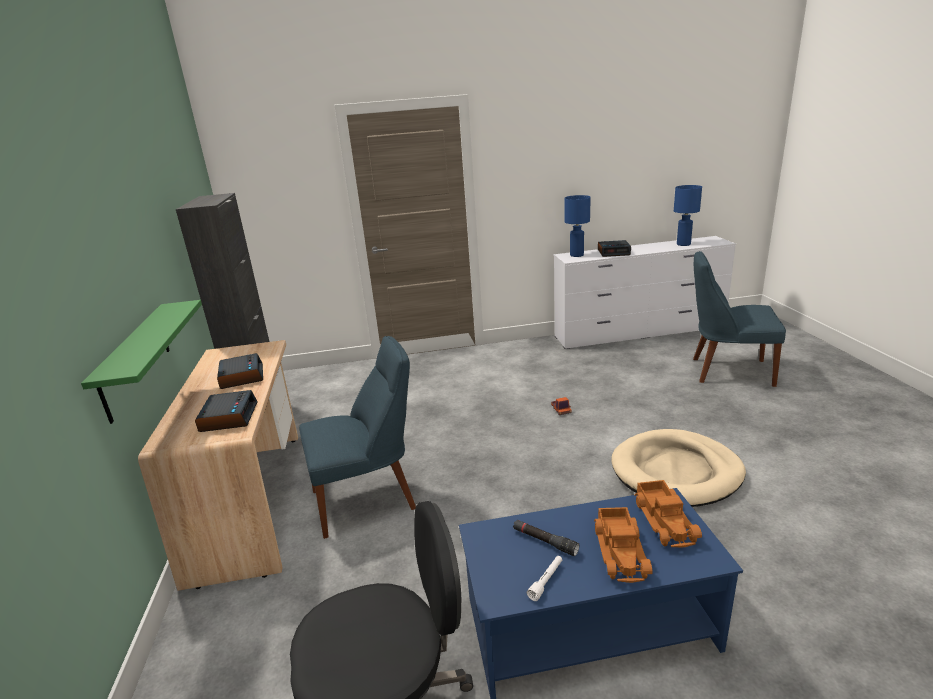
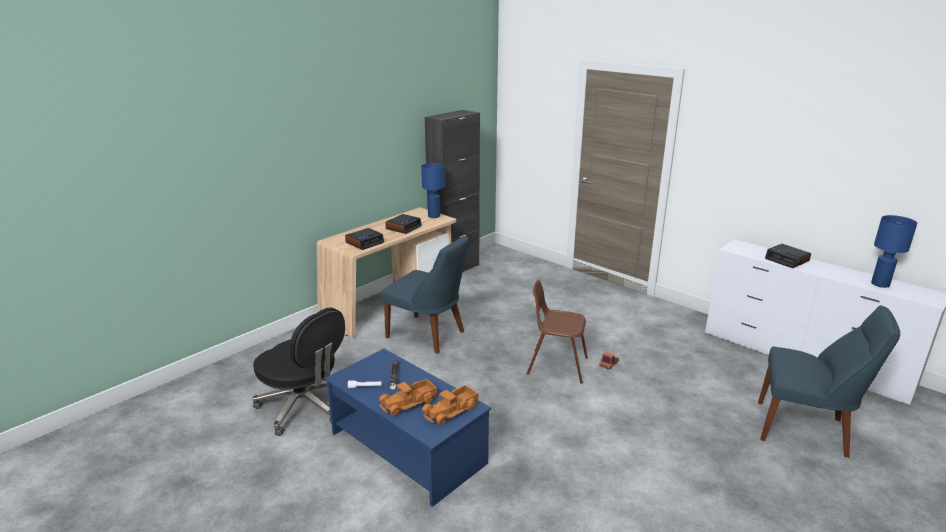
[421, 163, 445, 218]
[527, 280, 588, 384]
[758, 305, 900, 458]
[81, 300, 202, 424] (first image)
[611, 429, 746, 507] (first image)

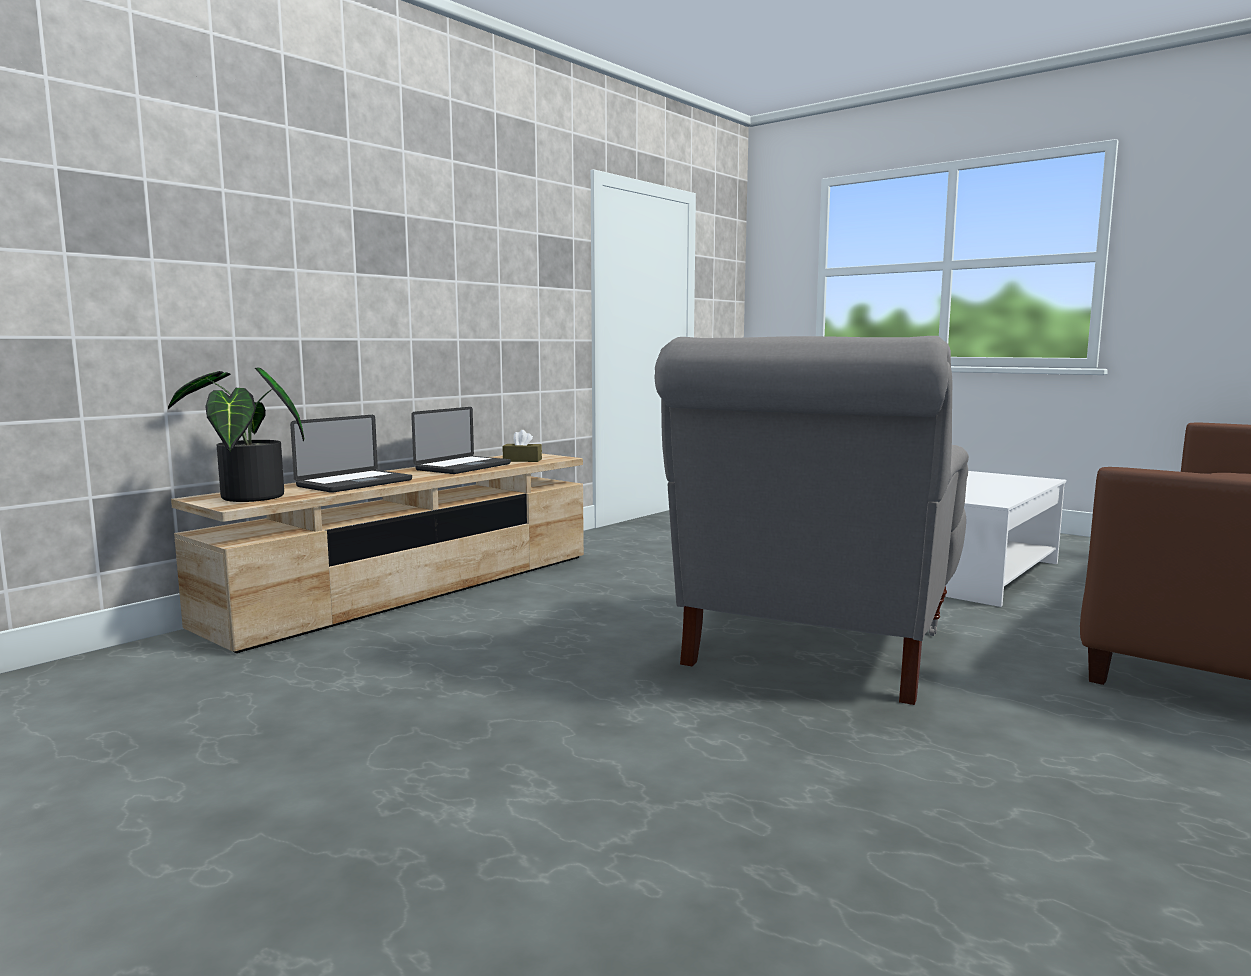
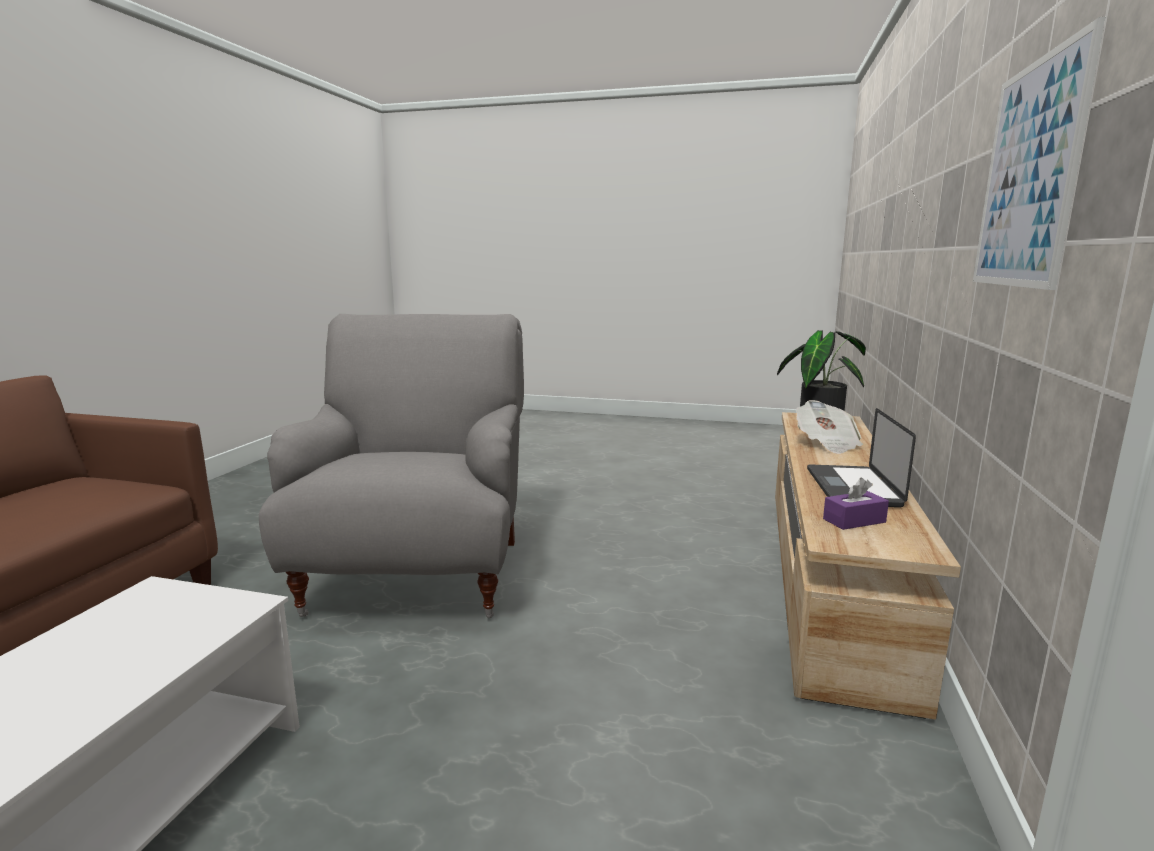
[796, 400, 863, 454]
[823, 478, 889, 530]
[973, 17, 1106, 290]

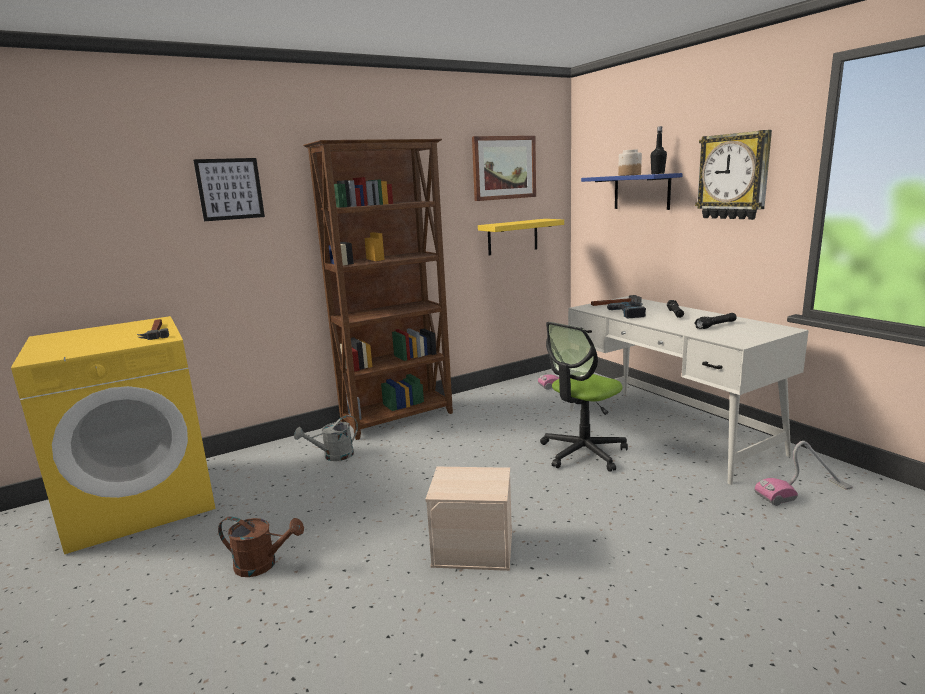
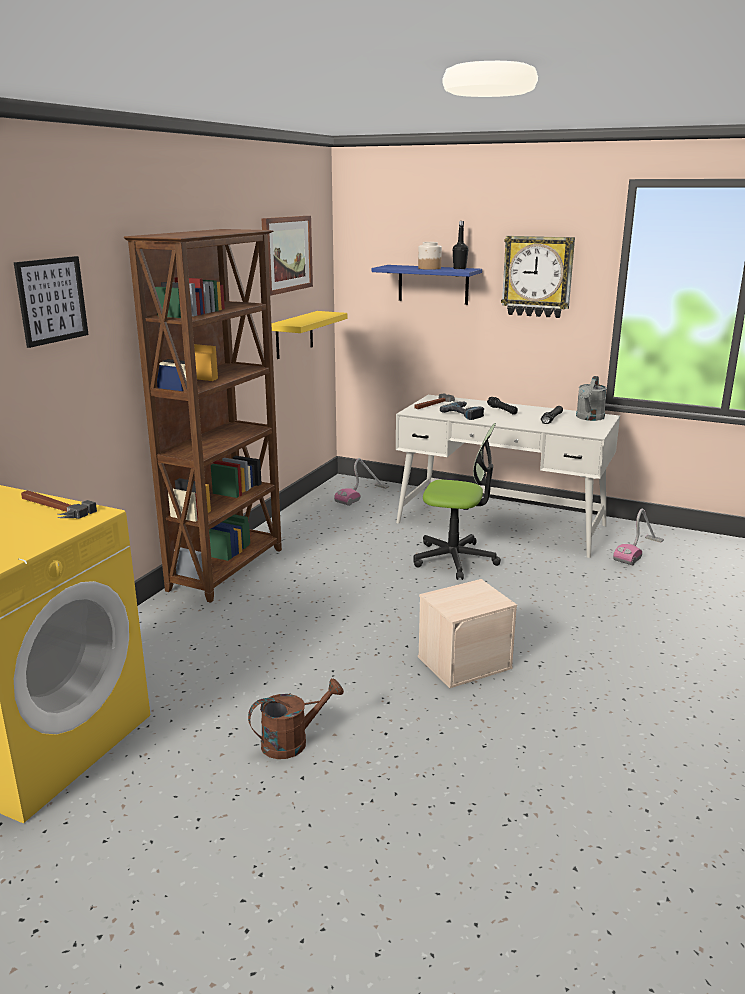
[413, 423, 501, 580]
[576, 376, 607, 421]

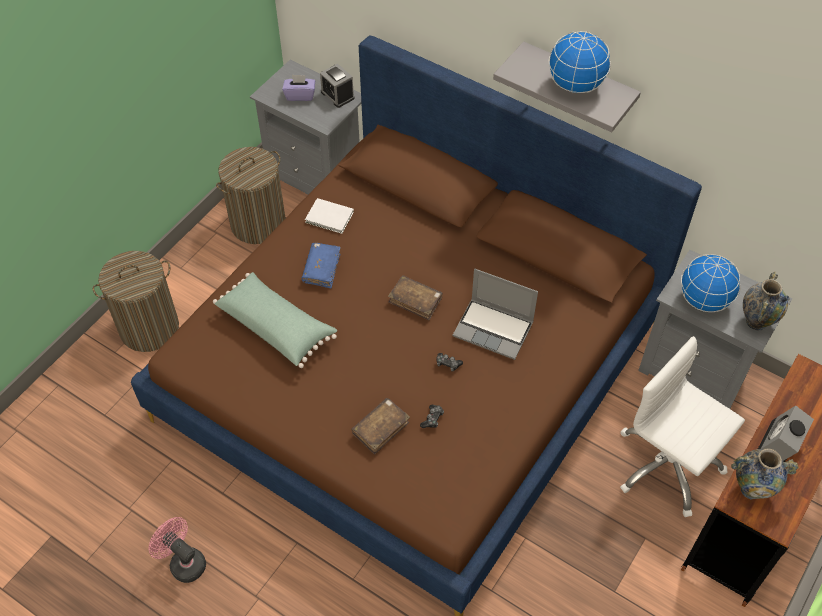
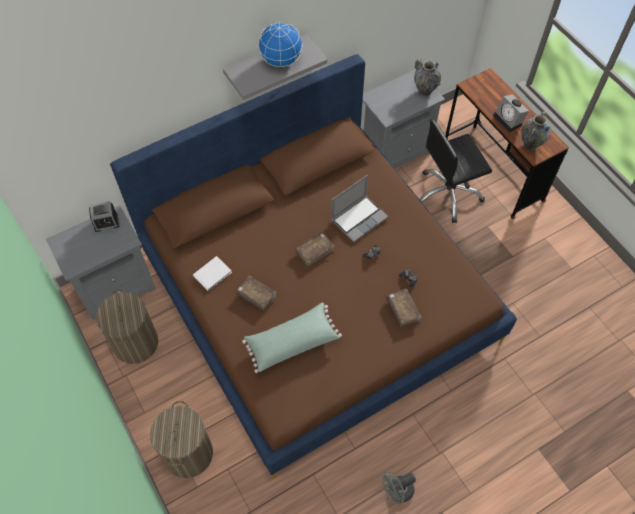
[236, 276, 277, 311]
[382, 470, 416, 504]
[420, 119, 492, 223]
[282, 75, 315, 101] (first image)
[681, 254, 741, 312] (first image)

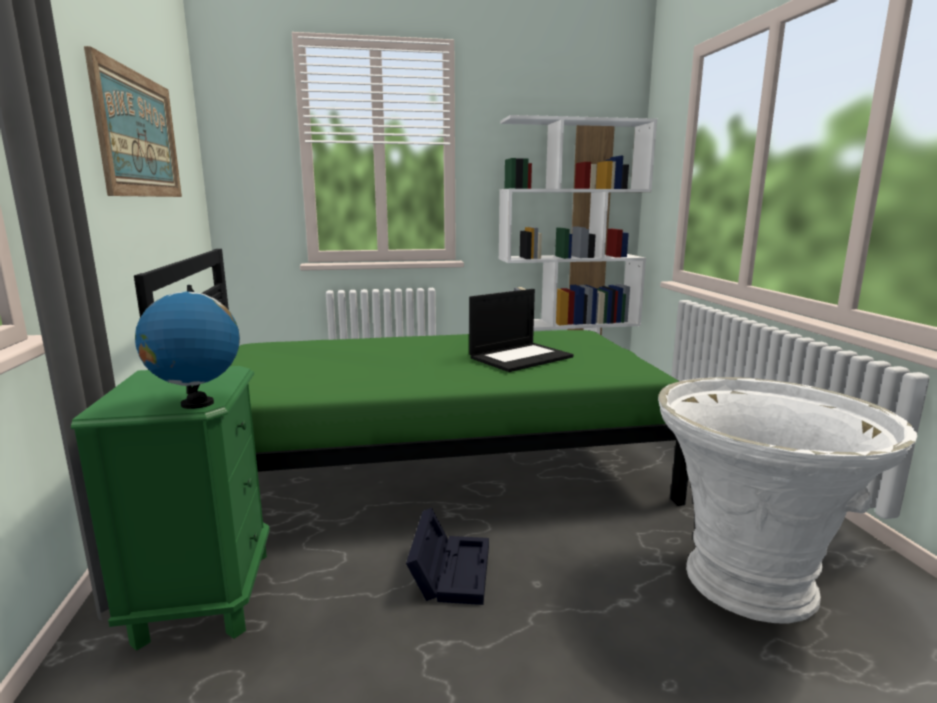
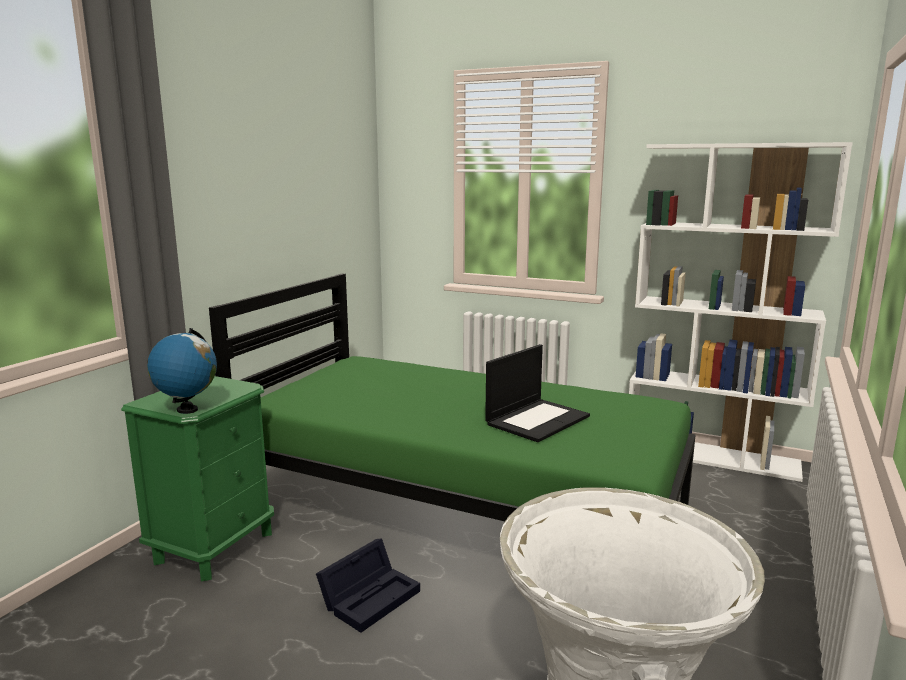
[485, 344, 590, 442]
[84, 46, 182, 197] (first image)

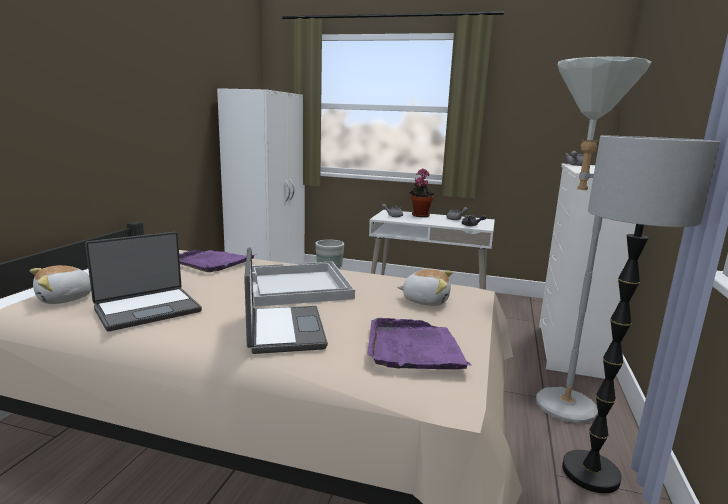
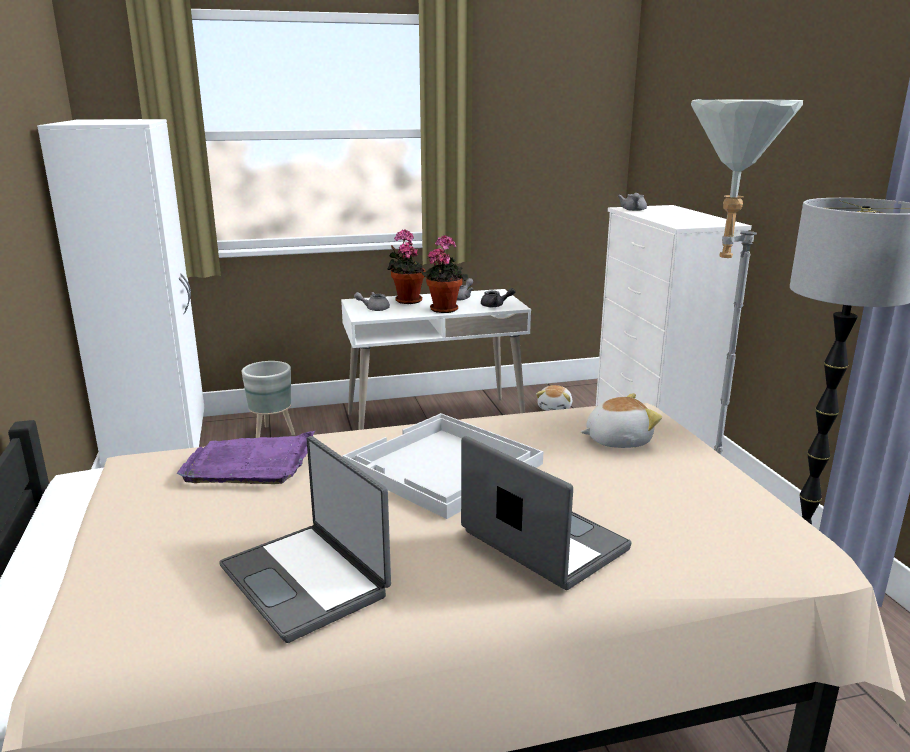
[220, 436, 391, 643]
[421, 235, 468, 313]
[536, 385, 572, 411]
[367, 318, 472, 370] (first image)

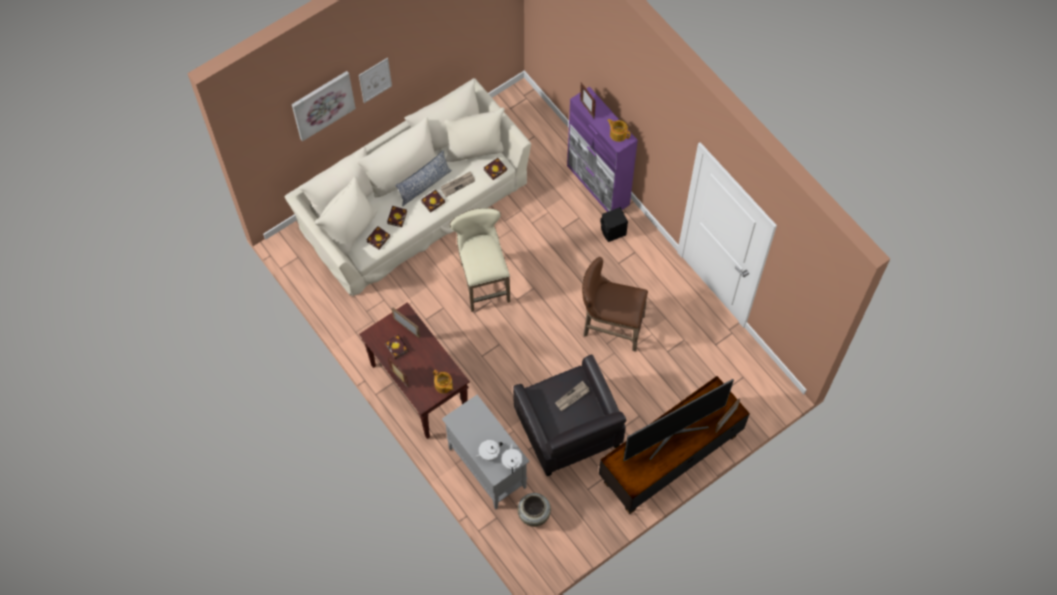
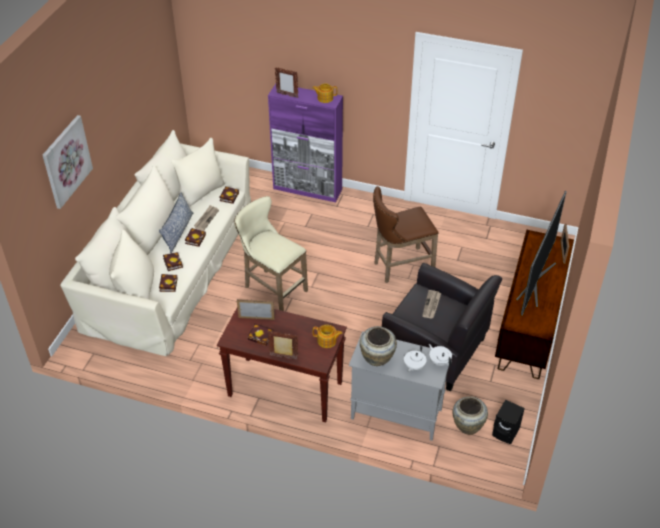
[360, 326, 397, 366]
[492, 400, 525, 444]
[359, 58, 392, 103] (first image)

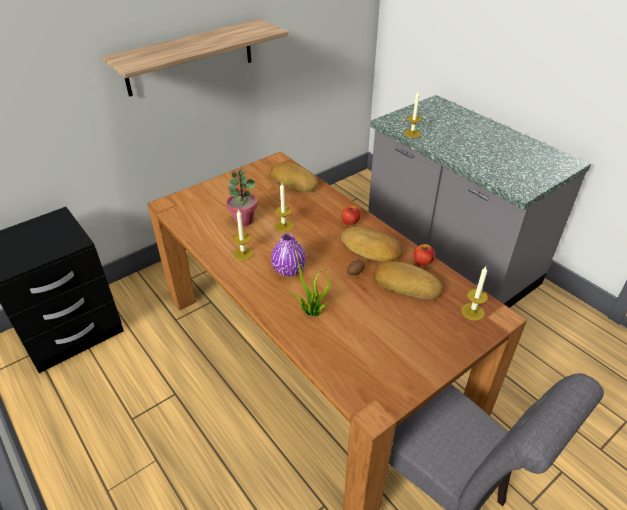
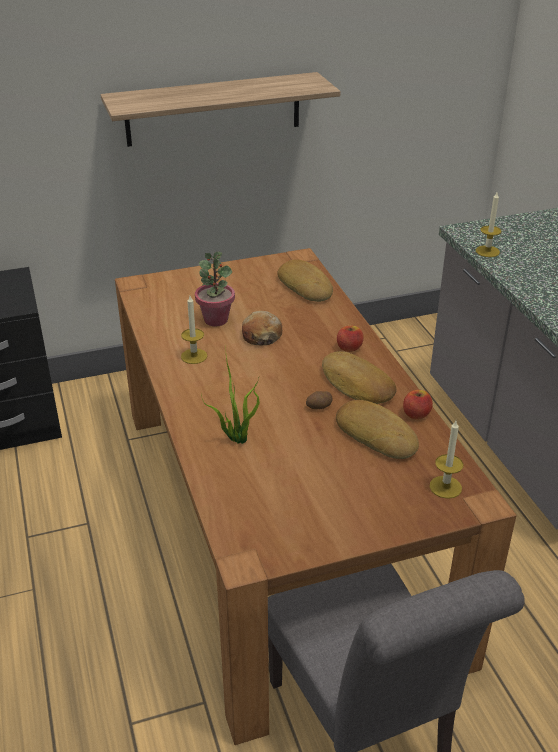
[242, 311, 282, 345]
[271, 233, 306, 276] (first image)

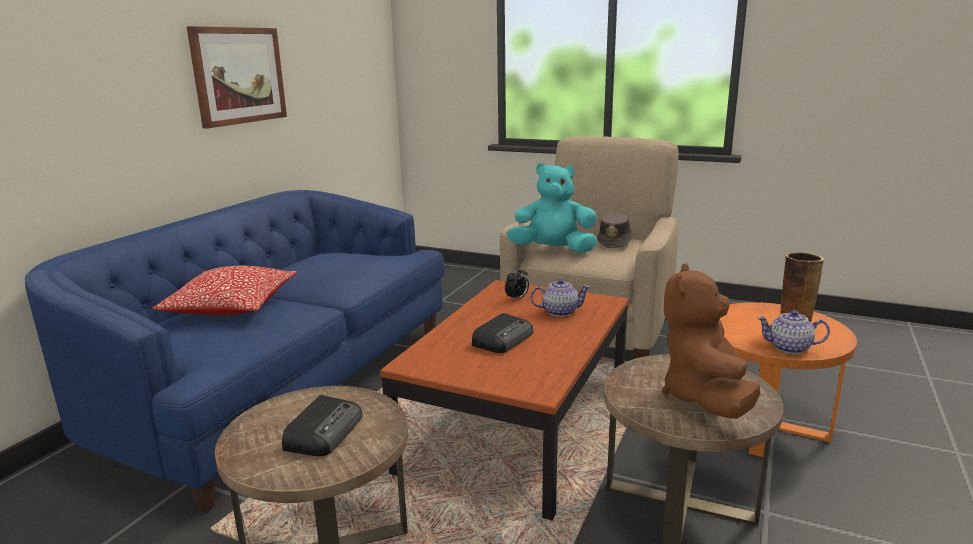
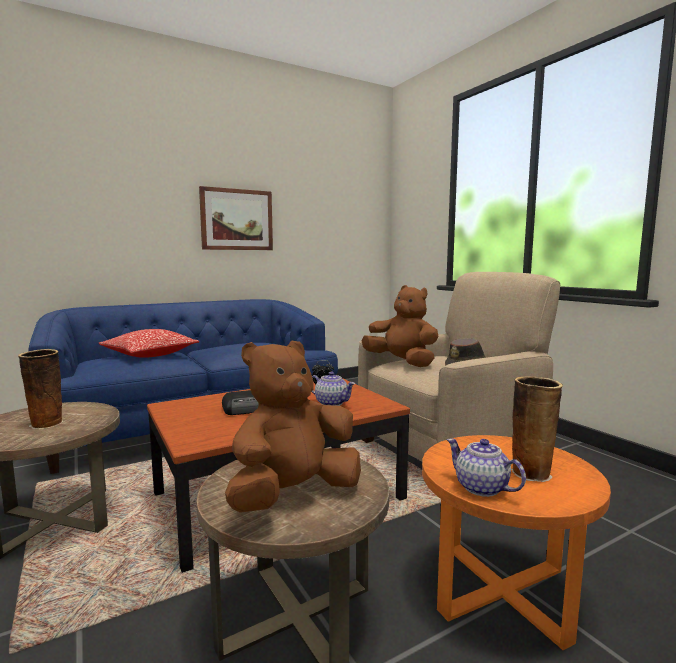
[18, 349, 63, 429]
[362, 285, 438, 367]

